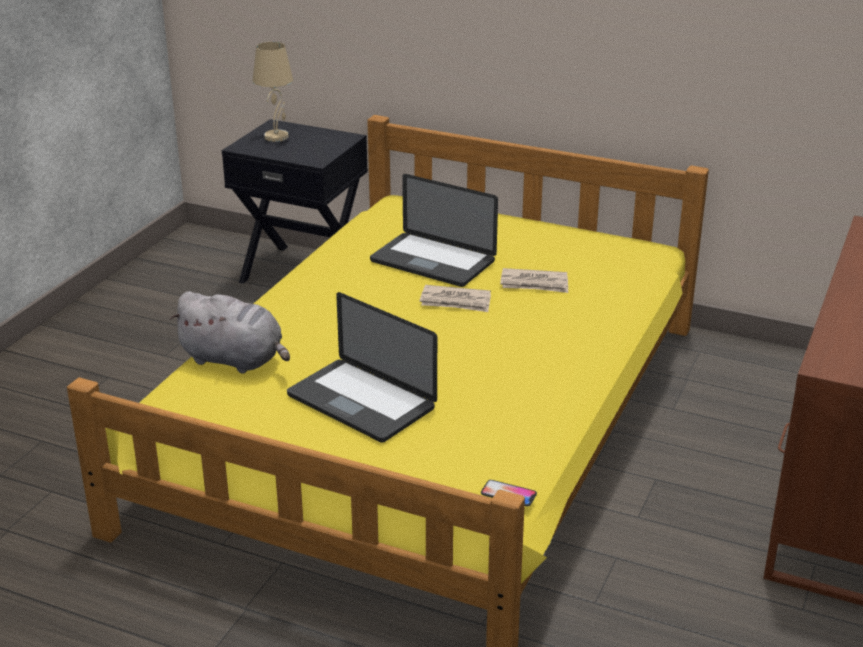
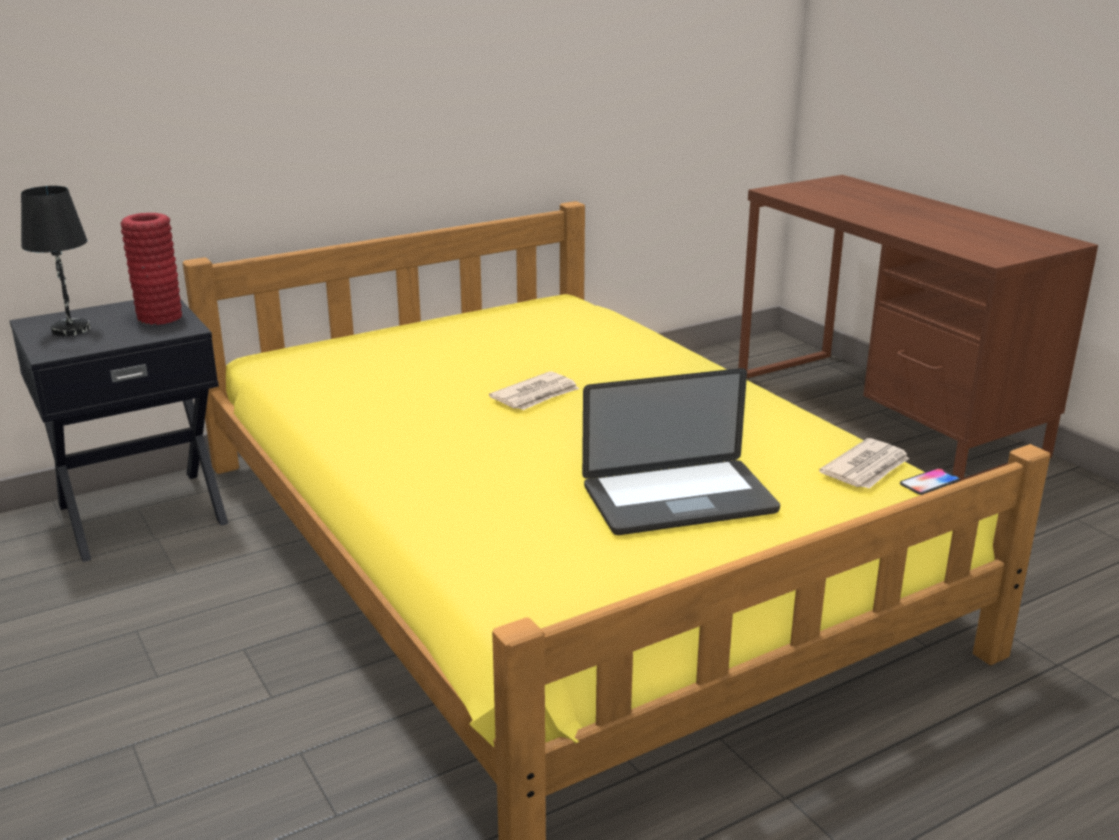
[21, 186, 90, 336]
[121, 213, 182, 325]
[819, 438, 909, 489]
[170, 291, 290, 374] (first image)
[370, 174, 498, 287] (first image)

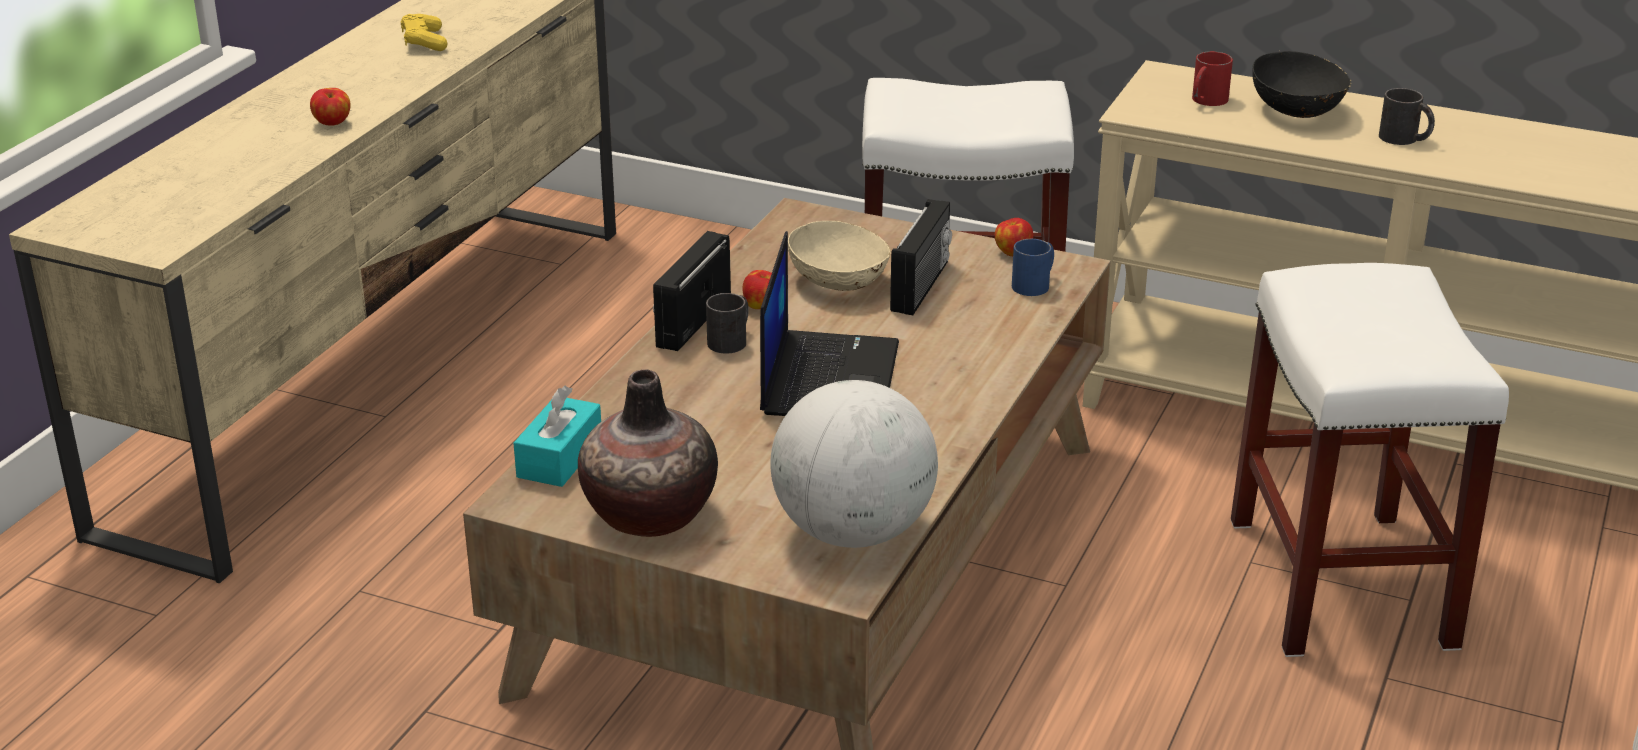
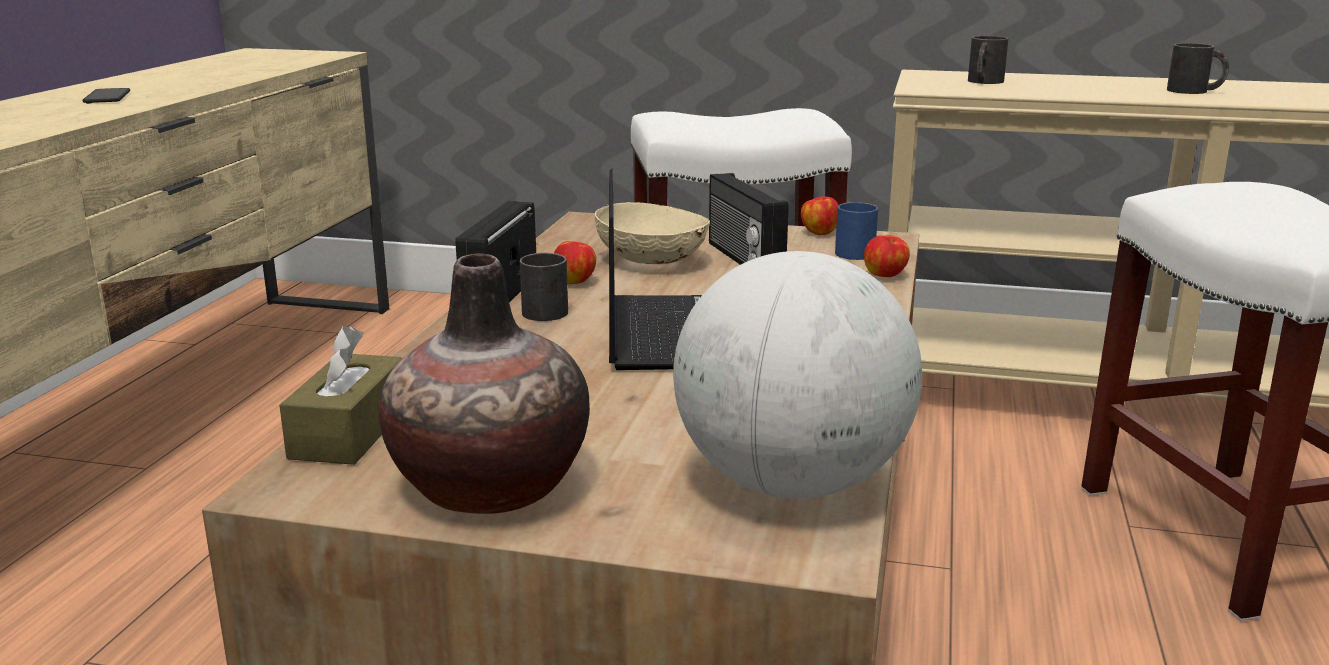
[83, 88, 130, 104]
[279, 326, 402, 465]
[709, 173, 789, 265]
[864, 235, 910, 277]
[968, 36, 1008, 84]
[401, 14, 447, 51] (first image)
[1252, 51, 1351, 118] (first image)

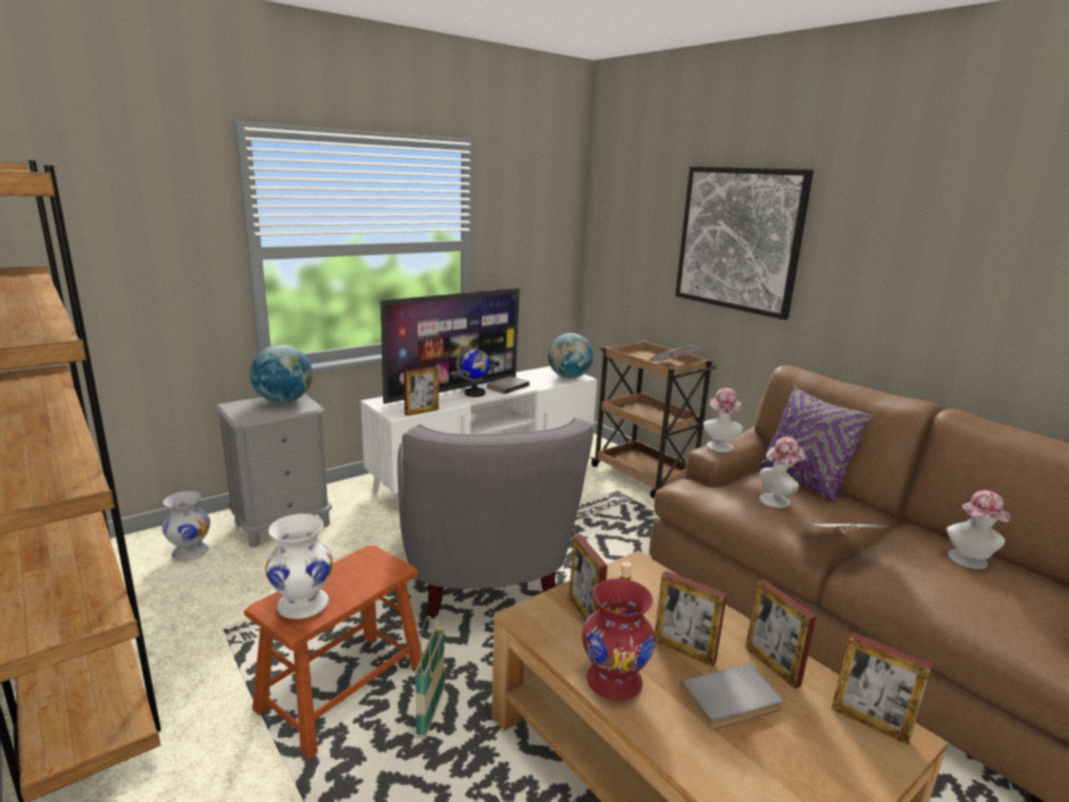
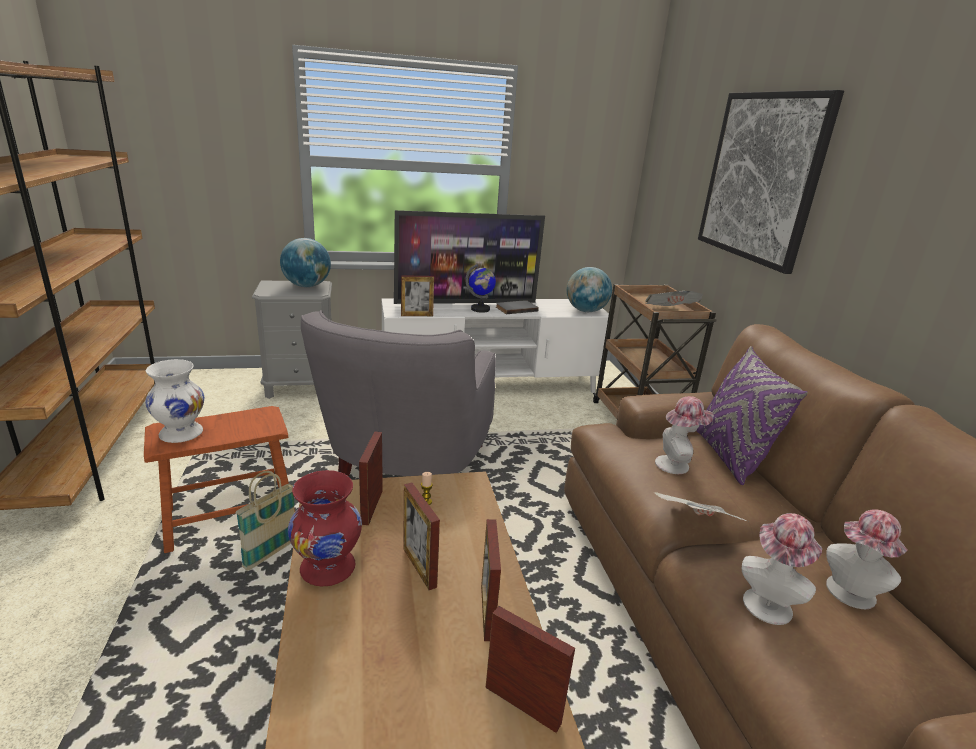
[485, 606, 575, 733]
[742, 513, 822, 625]
[162, 491, 210, 561] (first image)
[680, 663, 783, 729] (first image)

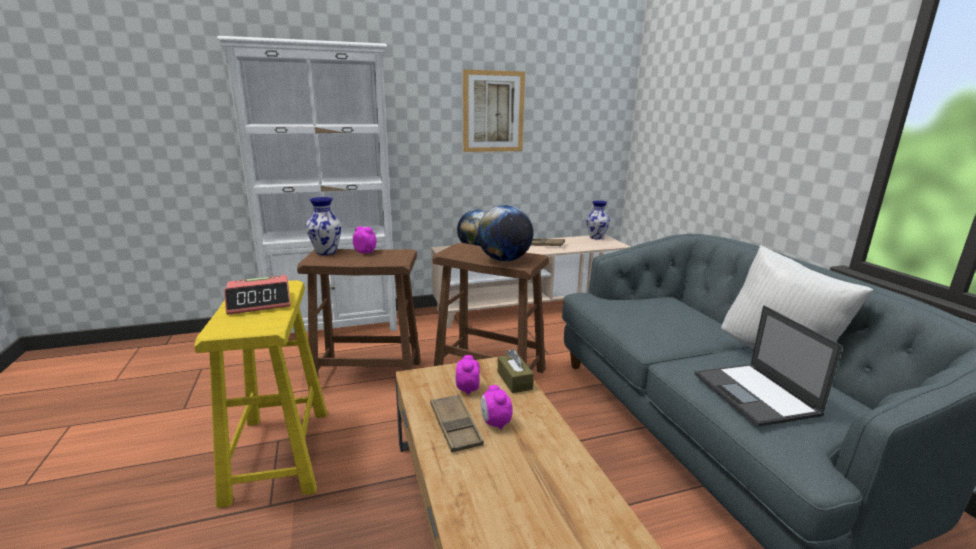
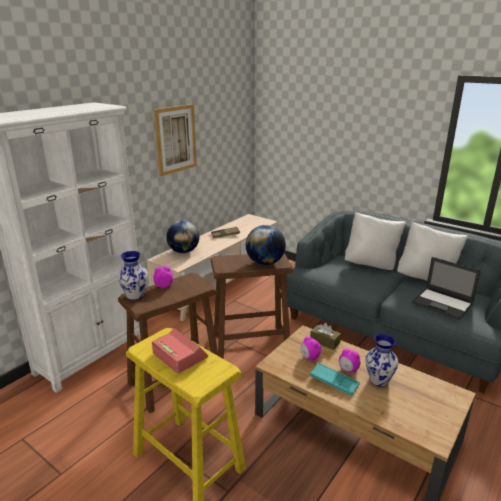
[152, 328, 208, 374]
[310, 363, 360, 396]
[345, 212, 406, 270]
[365, 334, 399, 387]

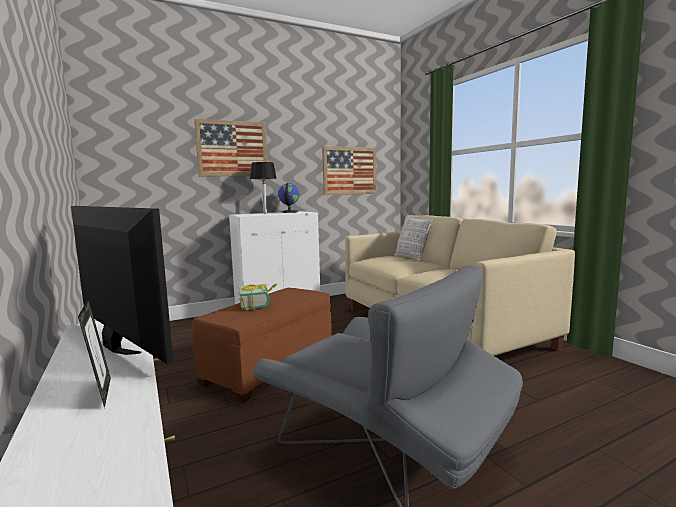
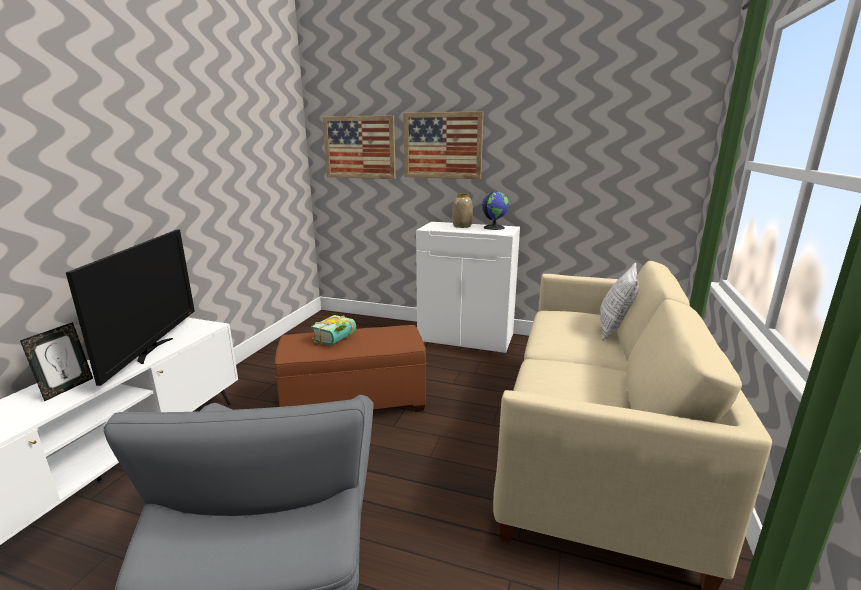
[322, 115, 396, 179]
[452, 194, 473, 228]

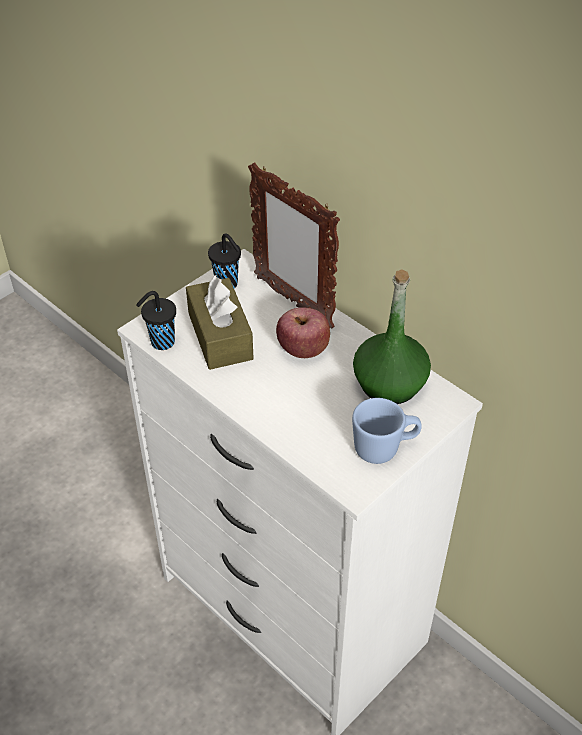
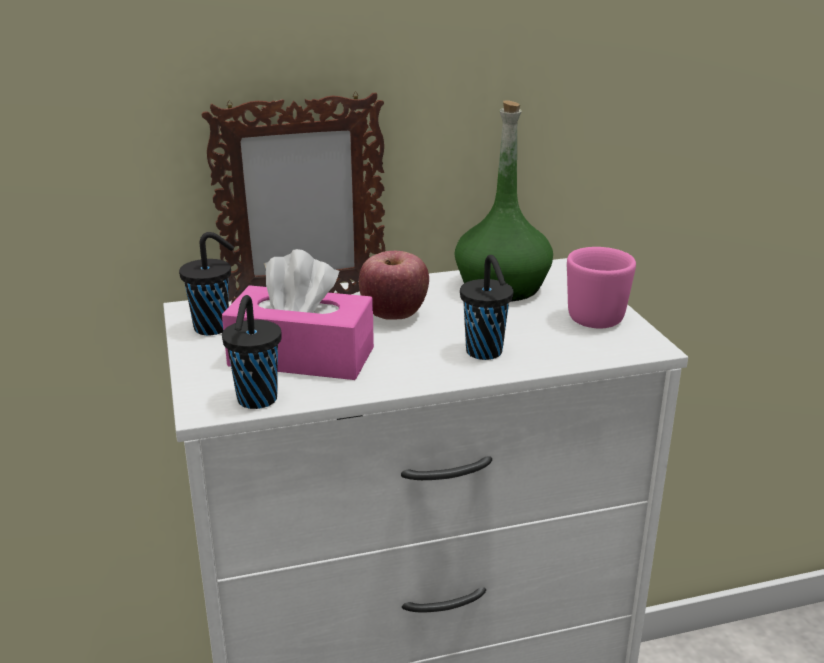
[222, 249, 374, 380]
[460, 255, 514, 360]
[567, 247, 636, 328]

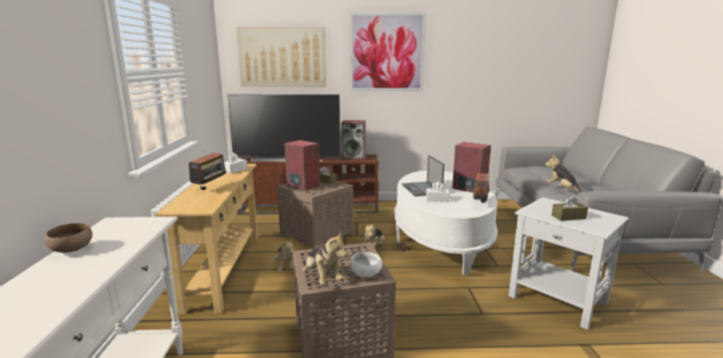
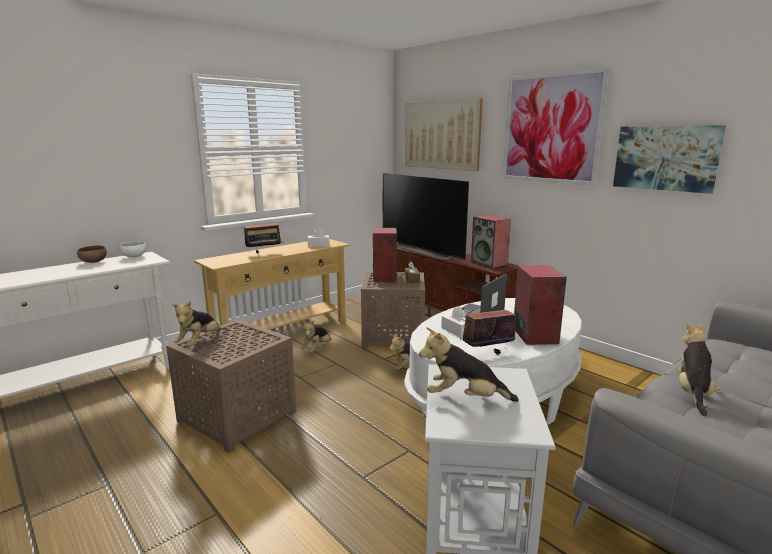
[119, 241, 146, 257]
[419, 327, 519, 402]
[613, 125, 726, 194]

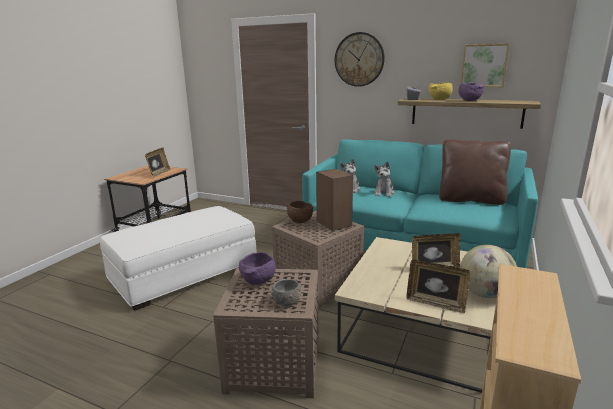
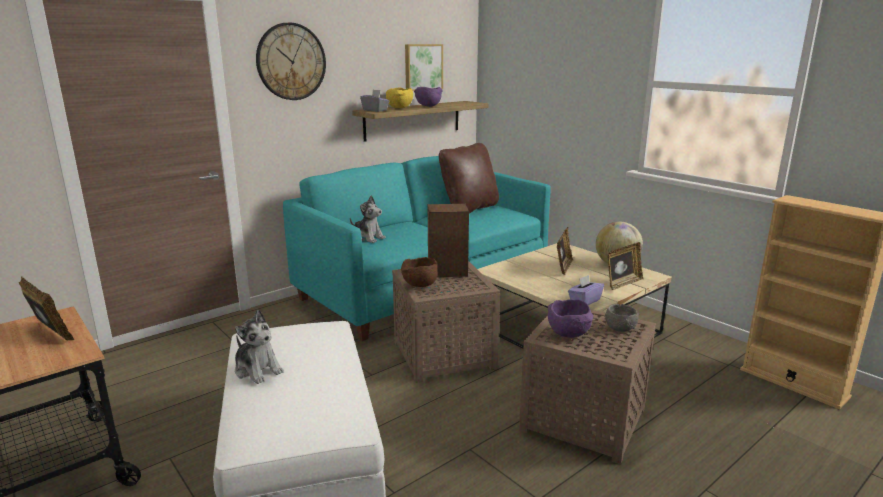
[235, 310, 284, 384]
[568, 275, 604, 305]

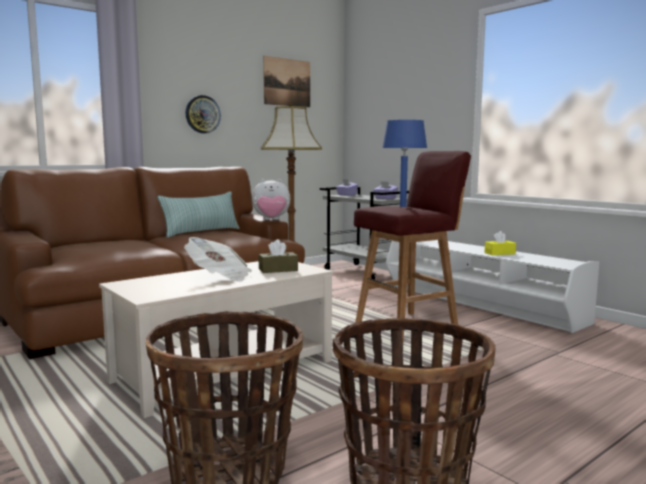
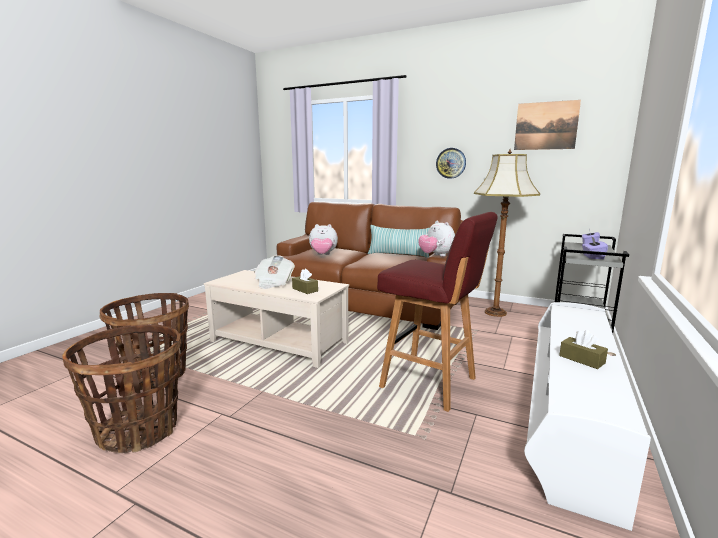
[309, 224, 338, 255]
[559, 330, 608, 369]
[382, 120, 427, 207] (first image)

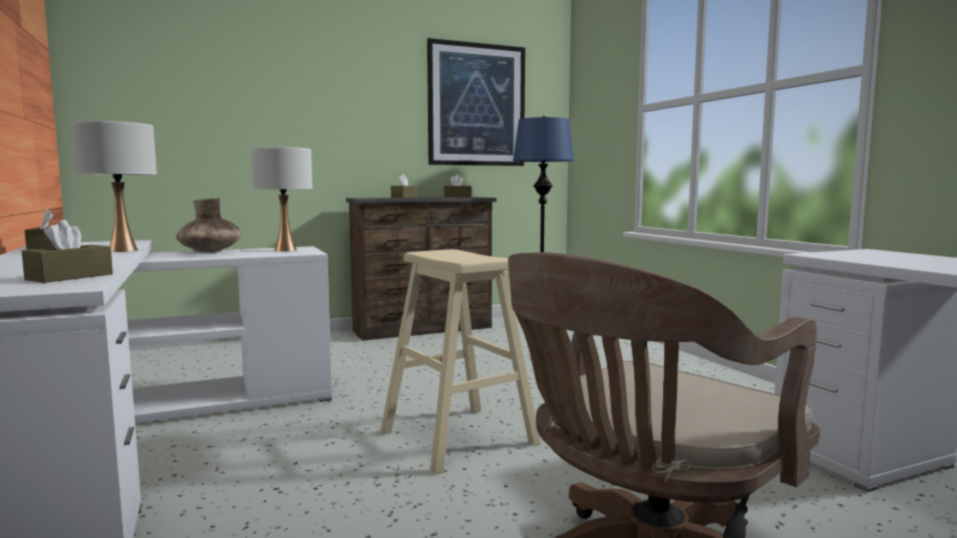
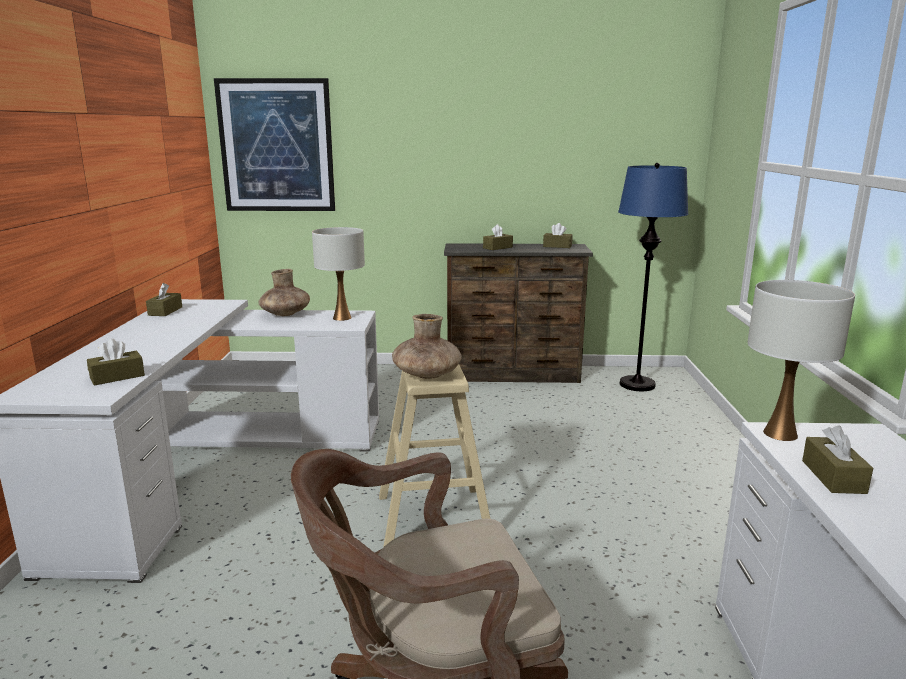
[214, 78, 335, 211]
[392, 314, 462, 379]
[748, 280, 855, 441]
[802, 425, 873, 494]

